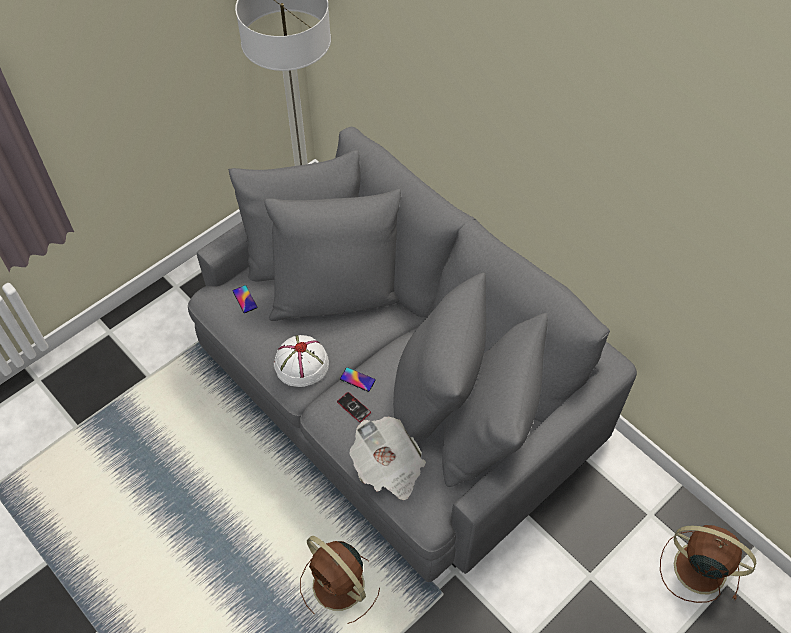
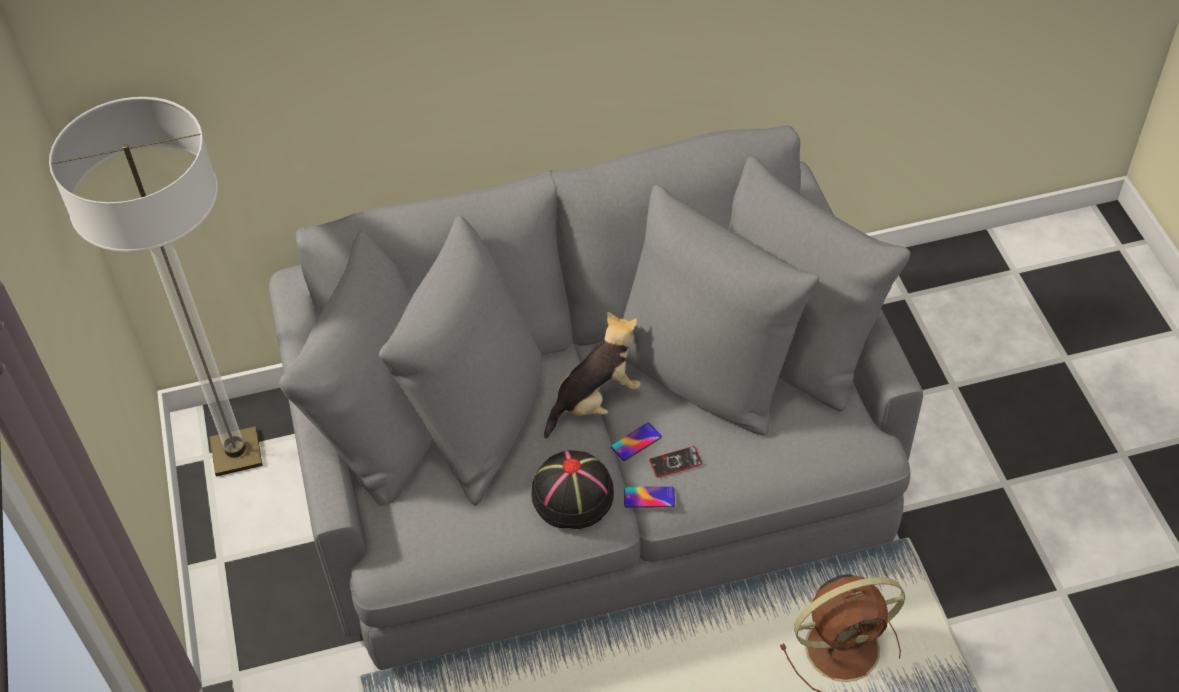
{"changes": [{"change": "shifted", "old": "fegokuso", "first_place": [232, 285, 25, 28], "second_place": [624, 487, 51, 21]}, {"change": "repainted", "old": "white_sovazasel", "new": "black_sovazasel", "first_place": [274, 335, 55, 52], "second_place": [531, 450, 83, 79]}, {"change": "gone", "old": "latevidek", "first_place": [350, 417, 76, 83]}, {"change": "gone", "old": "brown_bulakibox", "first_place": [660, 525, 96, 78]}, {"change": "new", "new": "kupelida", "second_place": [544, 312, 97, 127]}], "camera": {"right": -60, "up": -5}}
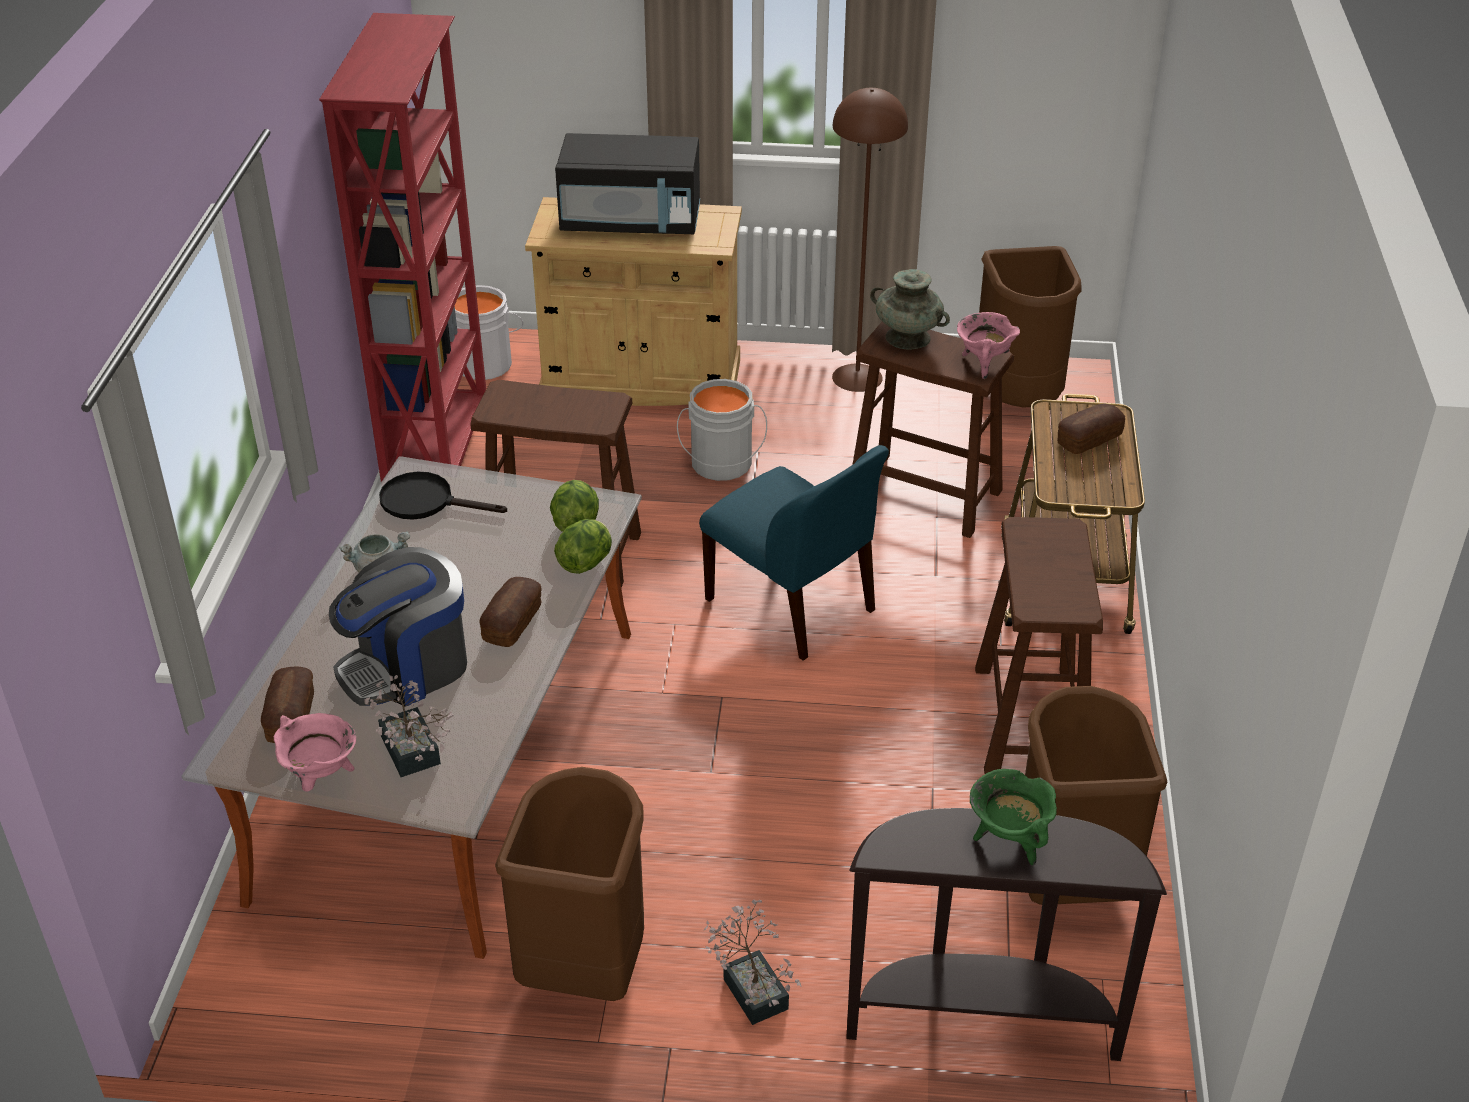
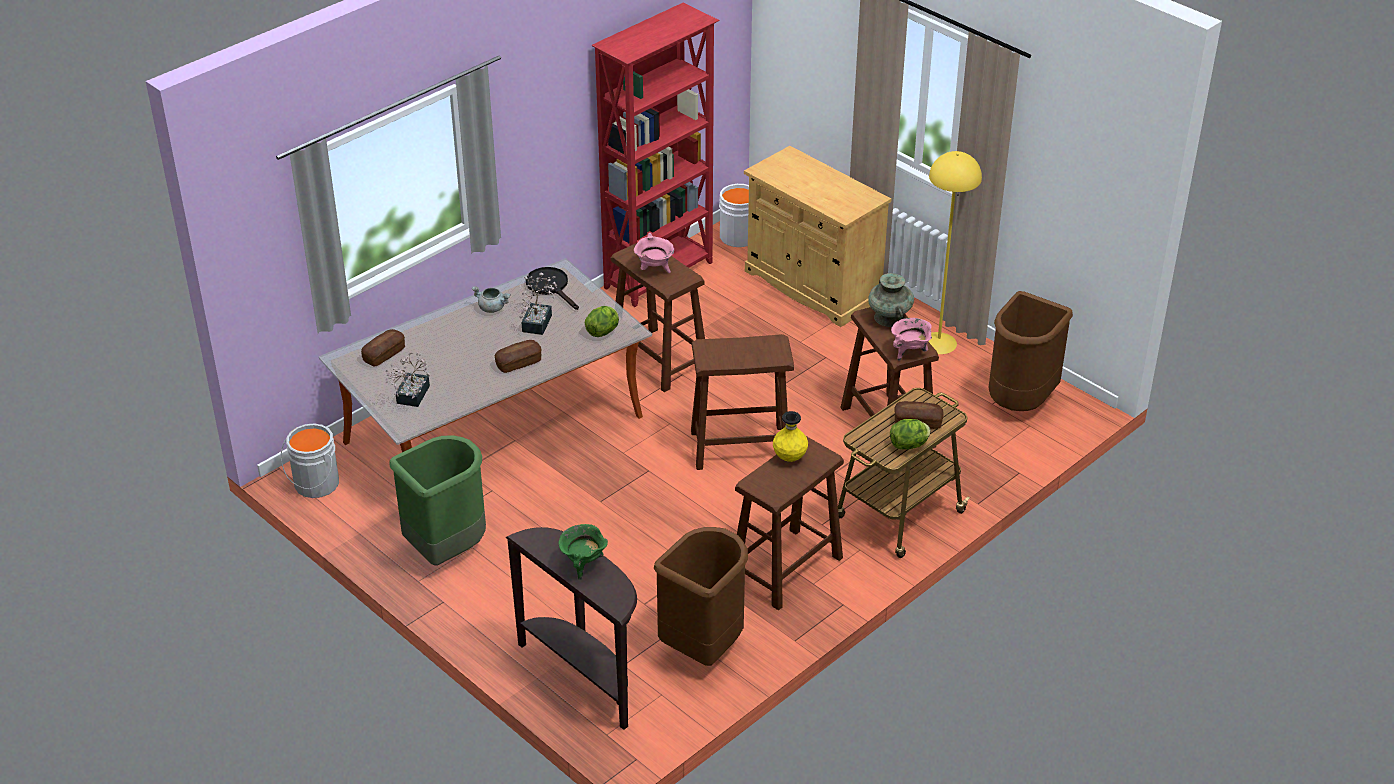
{"changes": [{"change": "repainted", "old": "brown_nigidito", "new": "yellow_nigidito", "first_place": [832, 88, 76, 304], "second_place": [928, 151, 54, 203]}, {"change": "gone", "old": "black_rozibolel", "first_place": [555, 133, 145, 101]}, {"change": "shifted", "old": "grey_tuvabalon", "first_place": [677, 379, 90, 102], "second_place": [281, 423, 58, 75]}, {"change": "swapped", "old": "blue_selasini", "new": "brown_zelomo", "first_place": [699, 445, 190, 216], "second_place": [691, 334, 103, 136]}, {"change": "shifted", "old": "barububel", "first_place": [554, 519, 58, 55], "second_place": [890, 419, 40, 31]}, {"change": "gone", "old": "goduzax", "first_place": [329, 547, 138, 159]}, {"change": "shifted", "old": "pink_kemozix", "first_place": [274, 713, 82, 78], "second_place": [634, 233, 40, 40]}, {"change": "repainted", "old": "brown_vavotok", "new": "green_vavotok", "first_place": [495, 767, 149, 234], "second_place": [389, 435, 97, 131]}, {"change": "shifted", "old": "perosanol", "first_place": [703, 900, 98, 125], "second_place": [519, 273, 39, 62]}, {"change": "new", "new": "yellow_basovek", "second_place": [773, 411, 35, 51]}], "camera": {"right": 40, "up": 0}}
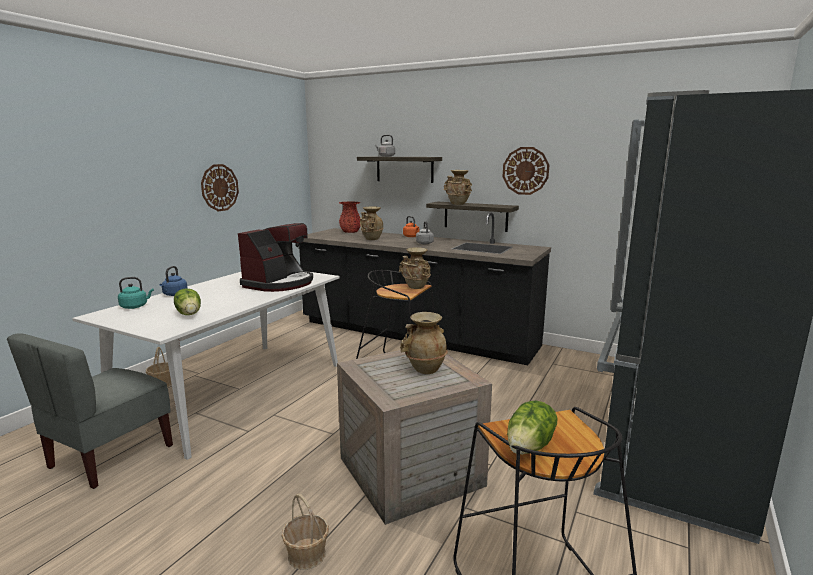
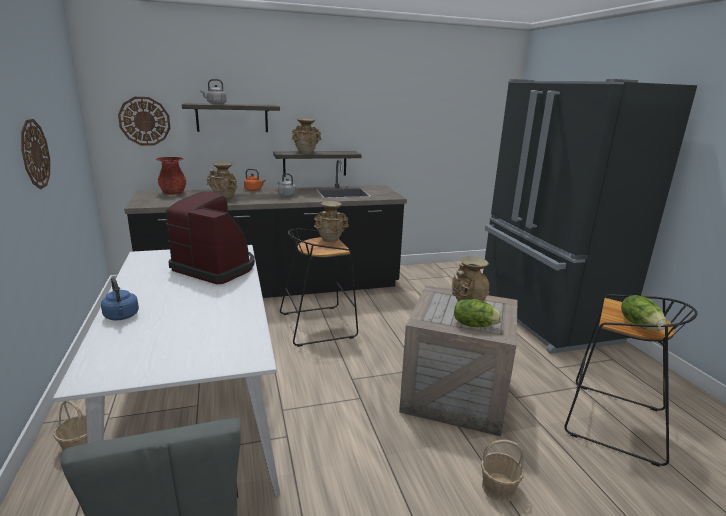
{"changes": [{"change": "shifted", "old": "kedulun", "first_place": [503, 147, 46, 48], "second_place": [118, 97, 52, 49]}, {"change": "rotated", "old": "goduzax", "first_place": [238, 223, 75, 69], "second_place": [166, 191, 89, 93], "degrees": -45}, {"change": "gone", "old": "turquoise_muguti", "first_place": [118, 277, 36, 32]}, {"change": "shifted", "old": "barububel", "first_place": [174, 288, 27, 27], "second_place": [454, 299, 48, 28]}], "camera": {"right": -45, "up": 5}}
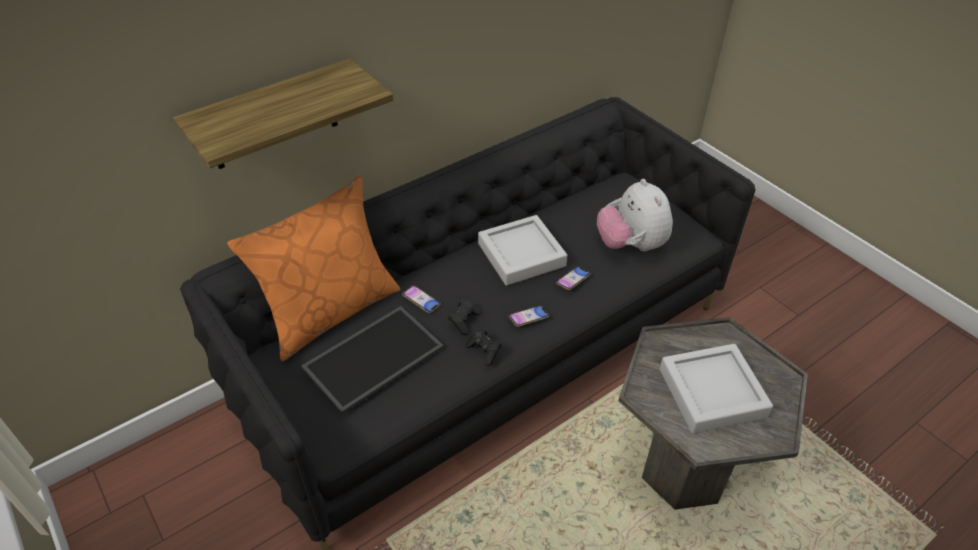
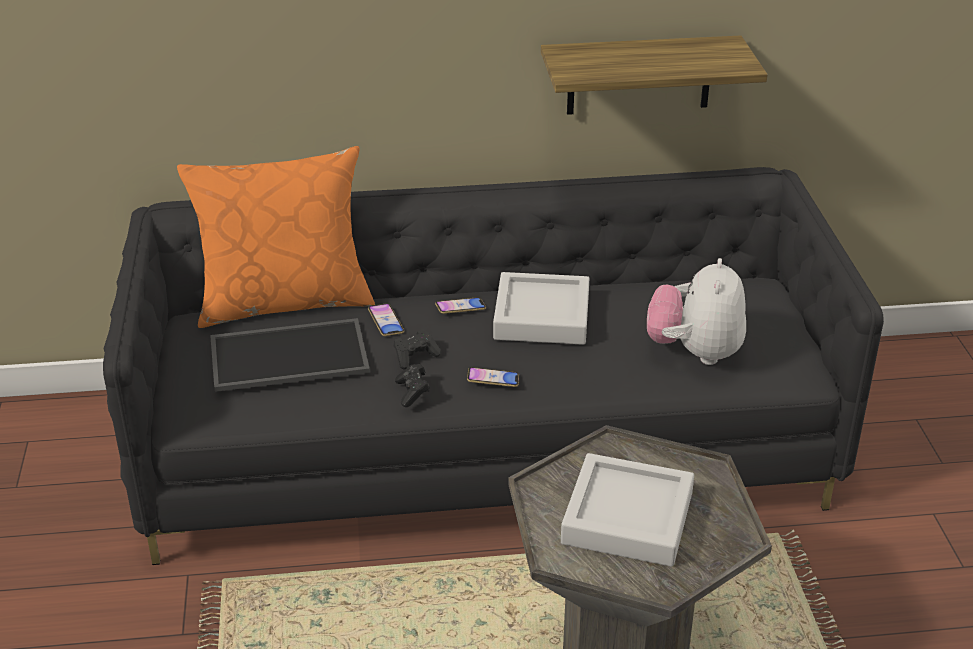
{"changes": [{"change": "shifted", "old": "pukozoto", "first_place": [173, 59, 220, 110], "second_place": [541, 36, 227, 79]}, {"change": "shifted", "old": "fegokuso", "first_place": [556, 267, 35, 23], "second_place": [435, 297, 51, 17]}], "camera": {"right": 30, "up": -10}}
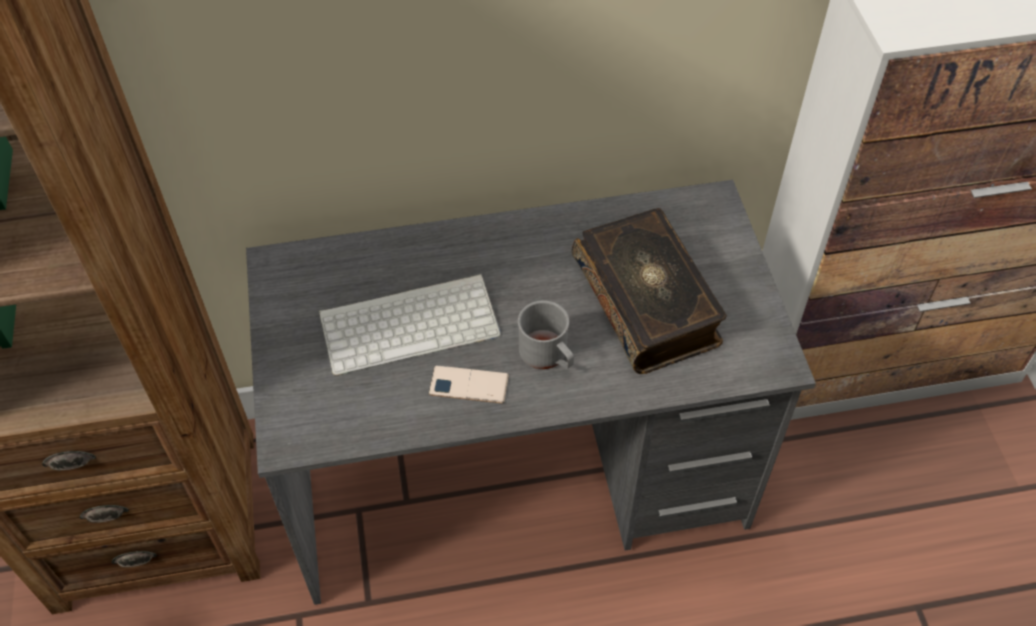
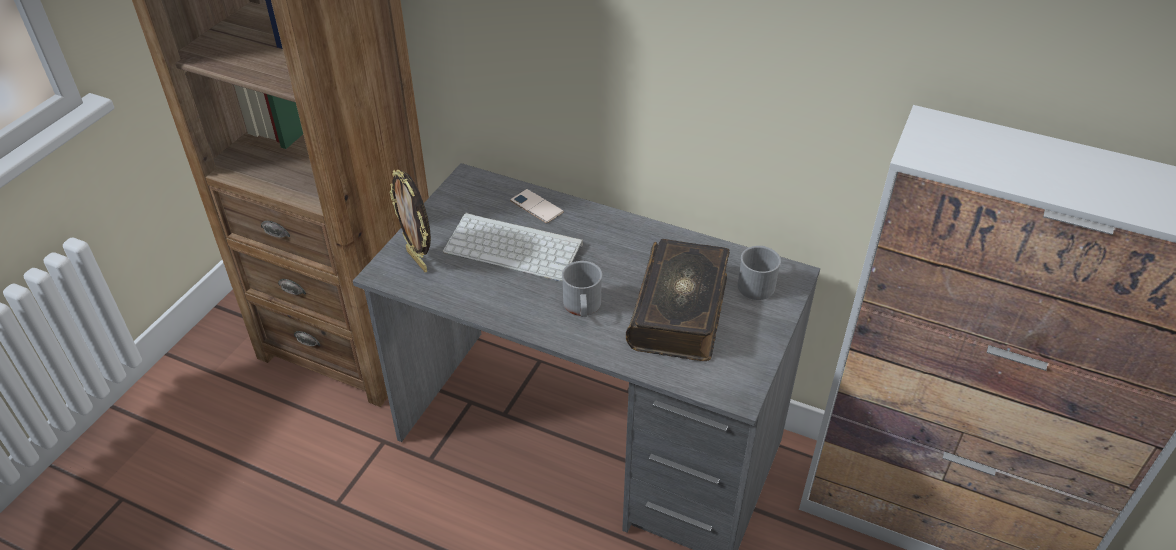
{"changes": [{"change": "shifted", "old": "fegokuso", "first_place": [429, 365, 80, 39], "second_place": [510, 189, 54, 34]}, {"change": "new", "new": "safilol", "second_place": [389, 170, 42, 102]}, {"change": "new", "new": "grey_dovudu", "second_place": [738, 246, 43, 54]}], "camera": {"right": 35, "up": -10}}
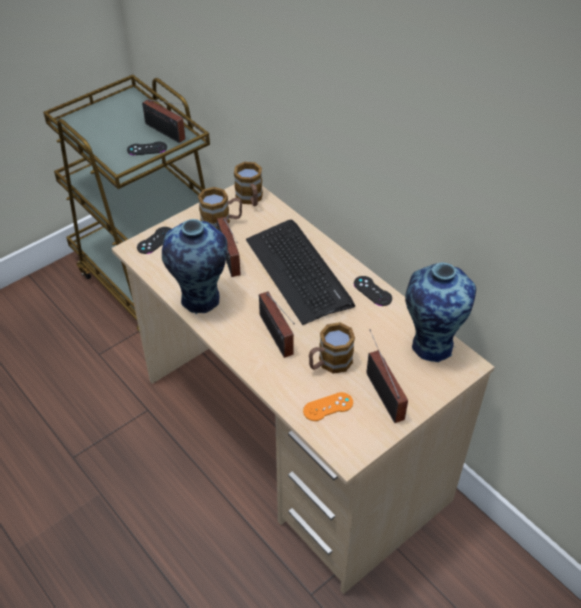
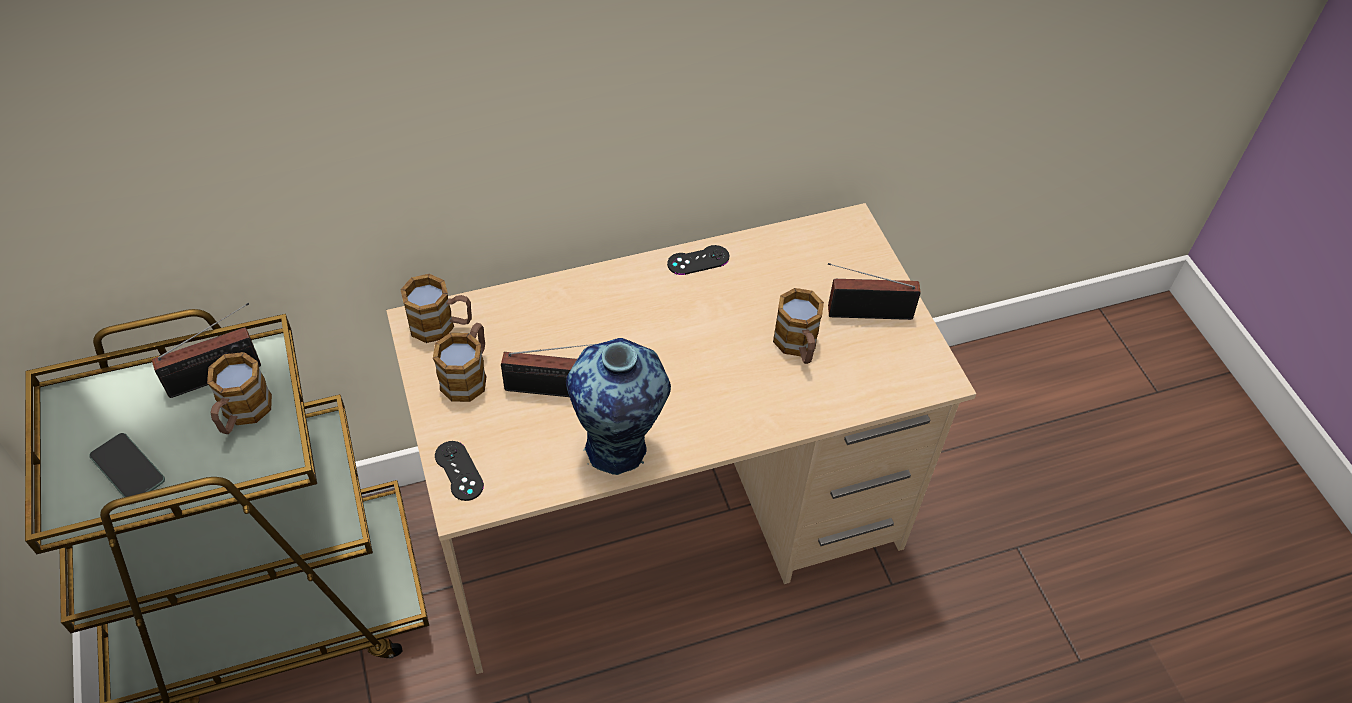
{"changes": [{"change": "swapped", "old": "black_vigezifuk", "new": "dovudu", "first_place": [127, 142, 40, 13], "second_place": [207, 352, 65, 82]}, {"change": "gone", "old": "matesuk", "first_place": [246, 220, 109, 105]}, {"change": "gone", "old": "basovek", "first_place": [405, 262, 71, 100]}, {"change": "gone", "old": "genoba", "first_place": [259, 291, 36, 67]}, {"change": "gone", "old": "orange_vigezifuk", "first_place": [303, 392, 50, 29]}, {"change": "new", "new": "fegokuso", "second_place": [89, 433, 76, 64]}], "camera": {"right": -70, "up": 5}}
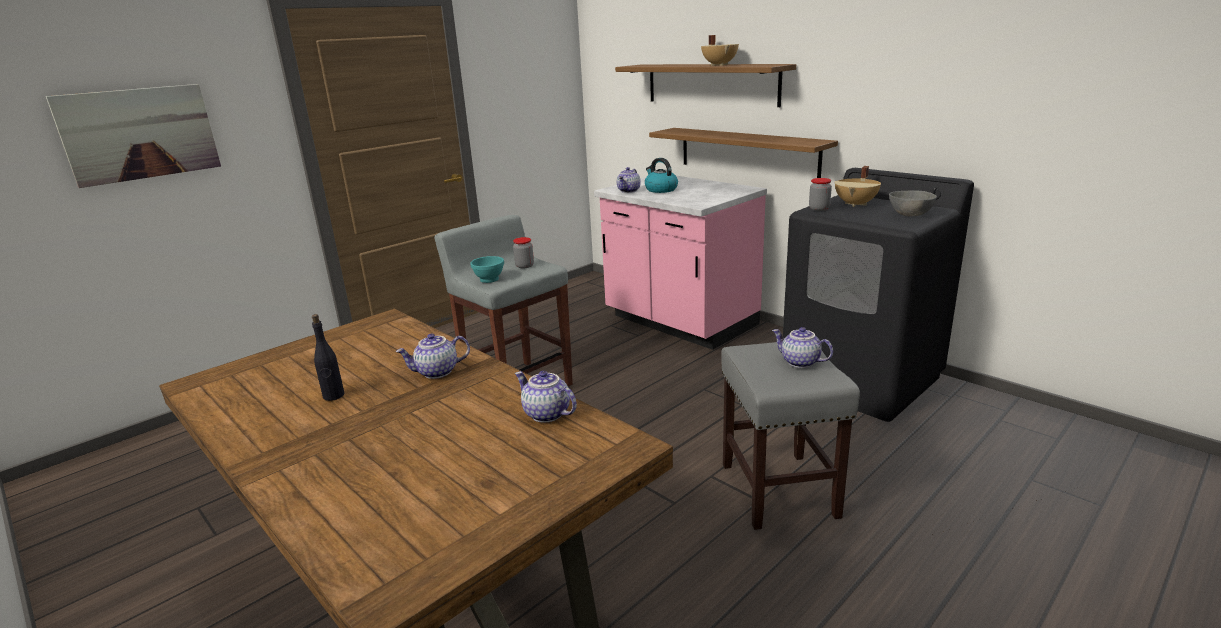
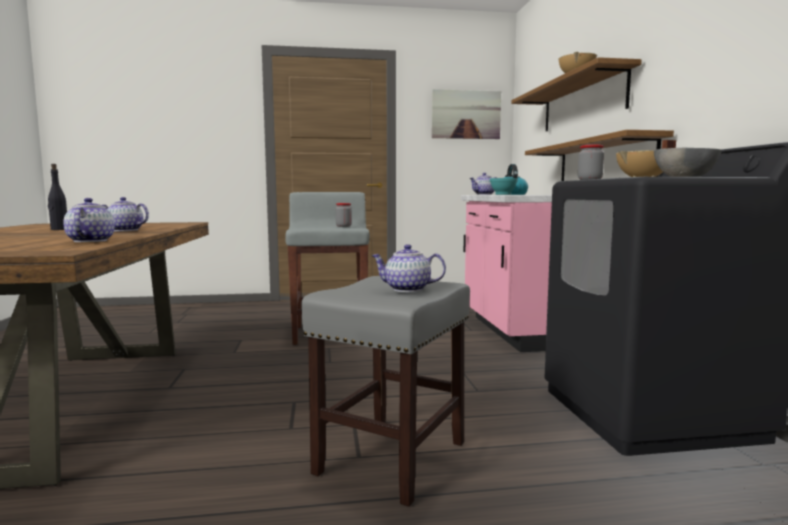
{"changes": [{"change": "shifted", "old": "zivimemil", "first_place": [46, 84, 175, 104], "second_place": [432, 89, 69, 50]}, {"change": "shifted", "old": "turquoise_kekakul", "first_place": [470, 256, 34, 27], "second_place": [490, 178, 28, 17]}, {"change": "rotated", "old": "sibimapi", "first_place": [772, 327, 61, 41], "second_place": [371, 244, 75, 48], "degrees": -60}], "camera": {"right": 35, "up": -15}}
